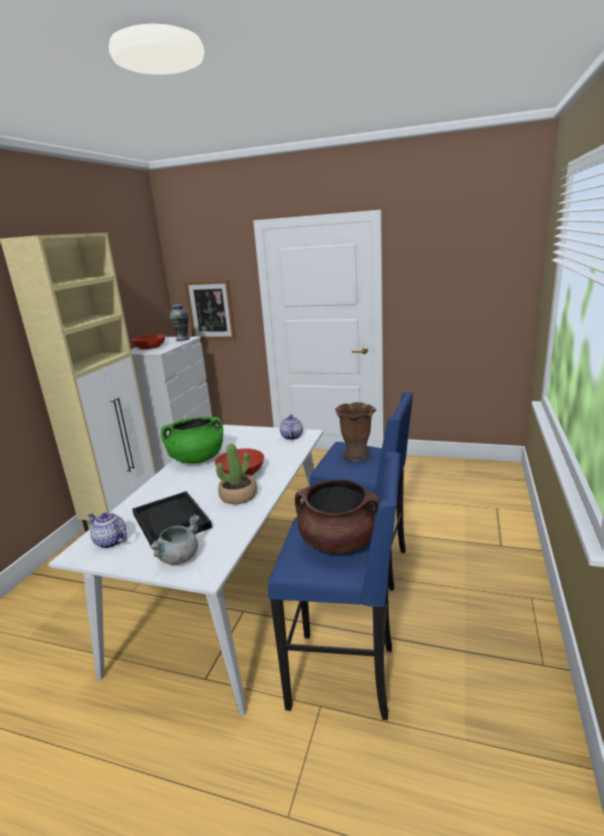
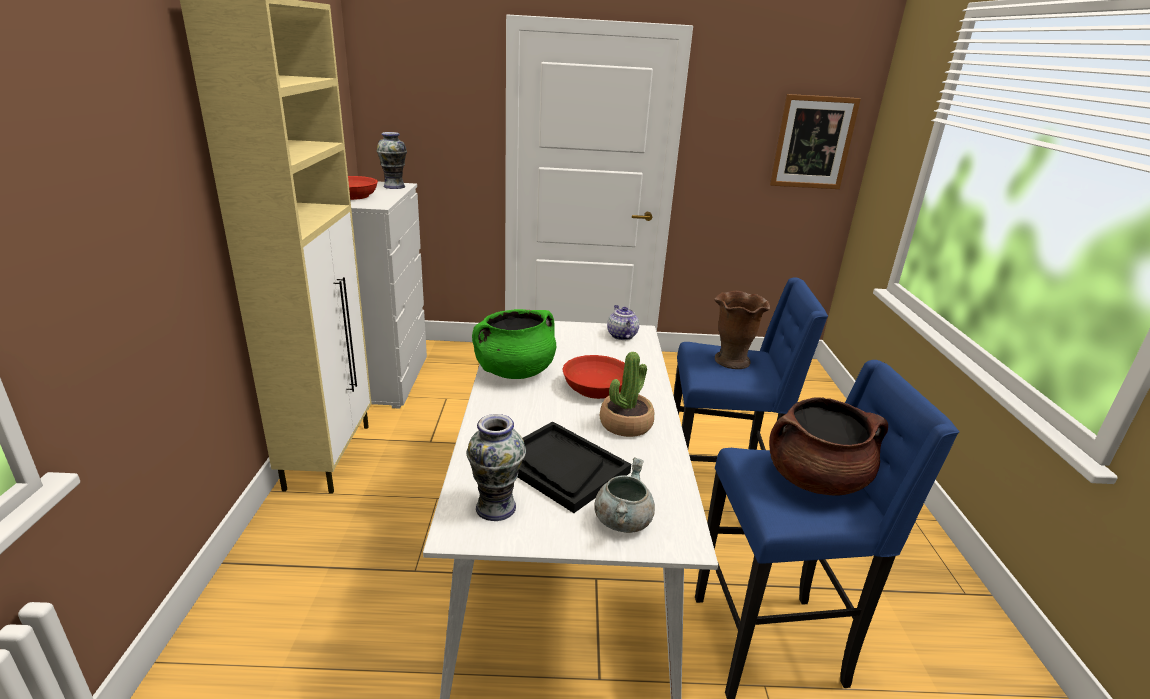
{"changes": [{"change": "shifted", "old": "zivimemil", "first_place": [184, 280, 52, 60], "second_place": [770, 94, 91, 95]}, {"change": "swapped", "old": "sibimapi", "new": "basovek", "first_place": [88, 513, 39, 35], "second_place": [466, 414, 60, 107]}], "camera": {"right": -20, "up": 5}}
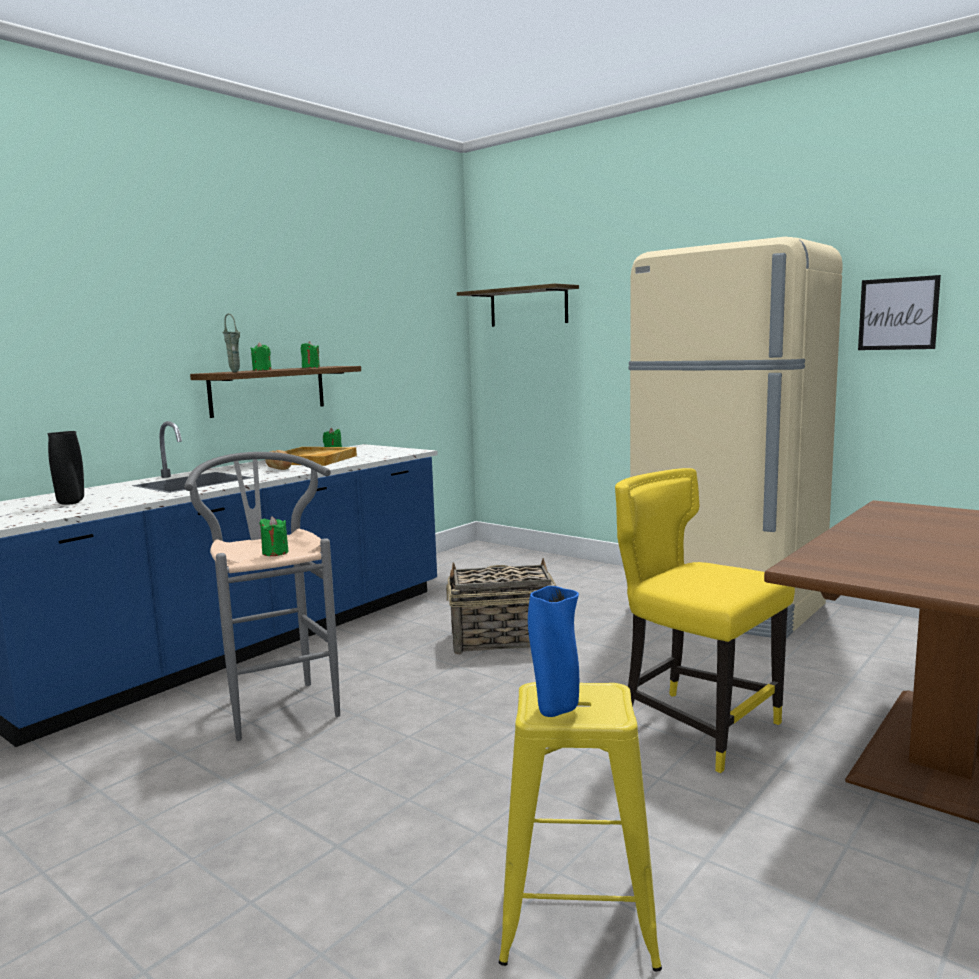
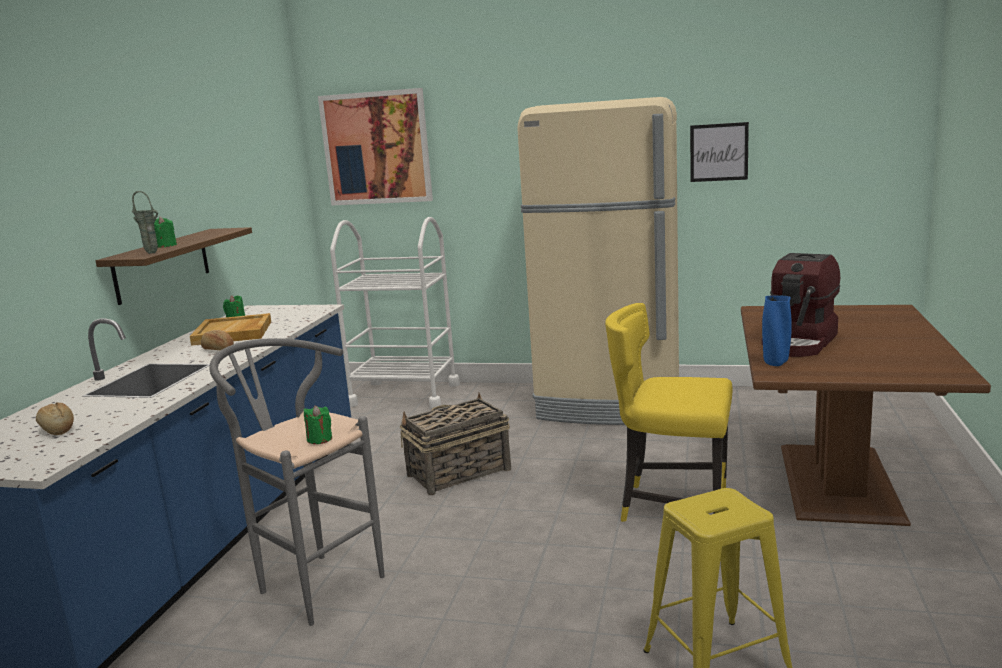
{"changes": [{"change": "swapped", "old": "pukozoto", "new": "zivimemil", "first_place": [457, 283, 122, 44], "second_place": [318, 88, 115, 118]}, {"change": "gone", "old": "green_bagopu", "first_place": [301, 341, 19, 27]}, {"change": "swapped", "old": "black_basovek", "new": "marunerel", "first_place": [47, 431, 37, 74], "second_place": [36, 402, 38, 33]}, {"change": "shifted", "old": "blue_basovek", "first_place": [528, 586, 51, 131], "second_place": [762, 296, 30, 70]}, {"change": "new", "new": "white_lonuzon", "second_place": [330, 217, 130, 192]}, {"change": "new", "new": "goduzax", "second_place": [762, 253, 78, 104]}], "camera": {"right": -25, "up": 5}}
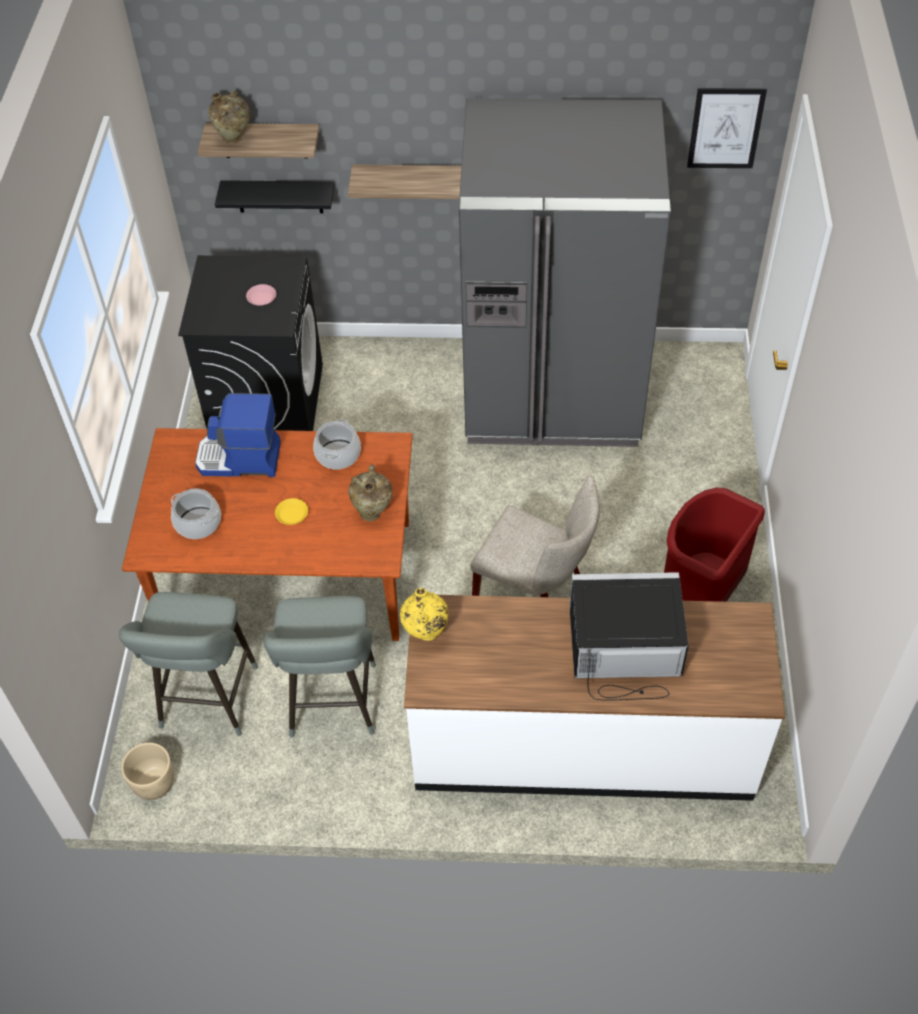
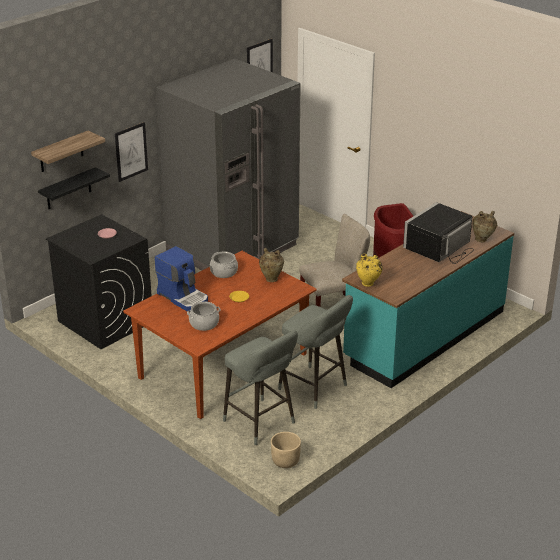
{"changes": [{"change": "shifted", "old": "beige_basovek", "first_place": [208, 91, 42, 53], "second_place": [472, 211, 25, 31]}, {"change": "swapped", "old": "pukozoto", "new": "zivimemil", "first_place": [348, 165, 114, 34], "second_place": [115, 122, 33, 60]}, {"change": "rotated", "old": "goduzax", "first_place": [195, 393, 86, 84], "second_place": [155, 246, 53, 65], "degrees": -90}, {"change": "repainted", "old": "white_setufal", "new": "turquoise_setufal", "first_place": [404, 595, 381, 206], "second_place": [342, 211, 172, 177]}], "camera": {"right": -50, "up": -20}}
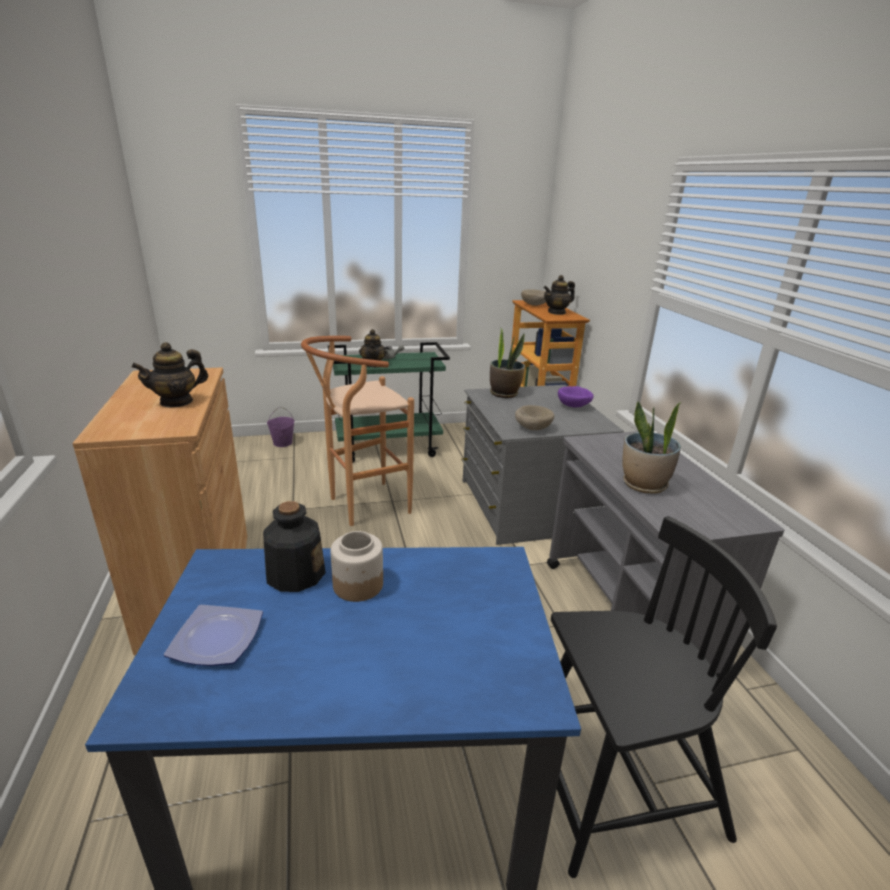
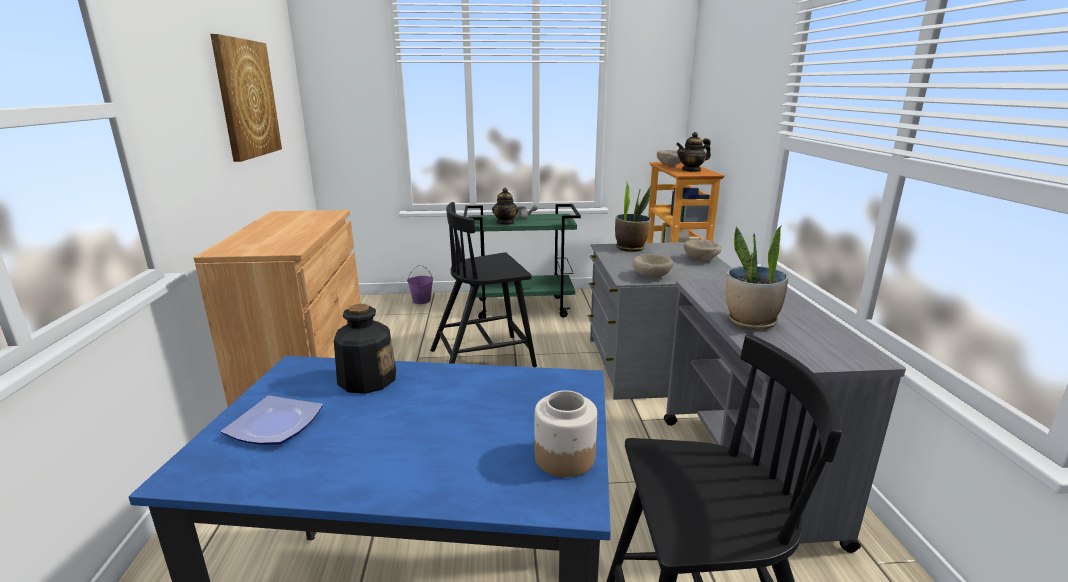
{"changes": [{"change": "swapped", "old": "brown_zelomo", "new": "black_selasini", "first_place": [301, 336, 113, 190], "second_place": [430, 202, 107, 165]}, {"change": "gone", "old": "sibimapi", "first_place": [131, 342, 77, 66]}, {"change": "repainted", "old": "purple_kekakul", "new": "beige_kekakul", "first_place": [558, 386, 36, 21], "second_place": [684, 240, 38, 21]}, {"change": "shifted", "old": "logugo", "first_place": [331, 531, 52, 71], "second_place": [535, 390, 62, 87]}, {"change": "new", "new": "zivimemil", "second_place": [210, 34, 72, 128]}], "camera": {"right": 10, "up": -5}}
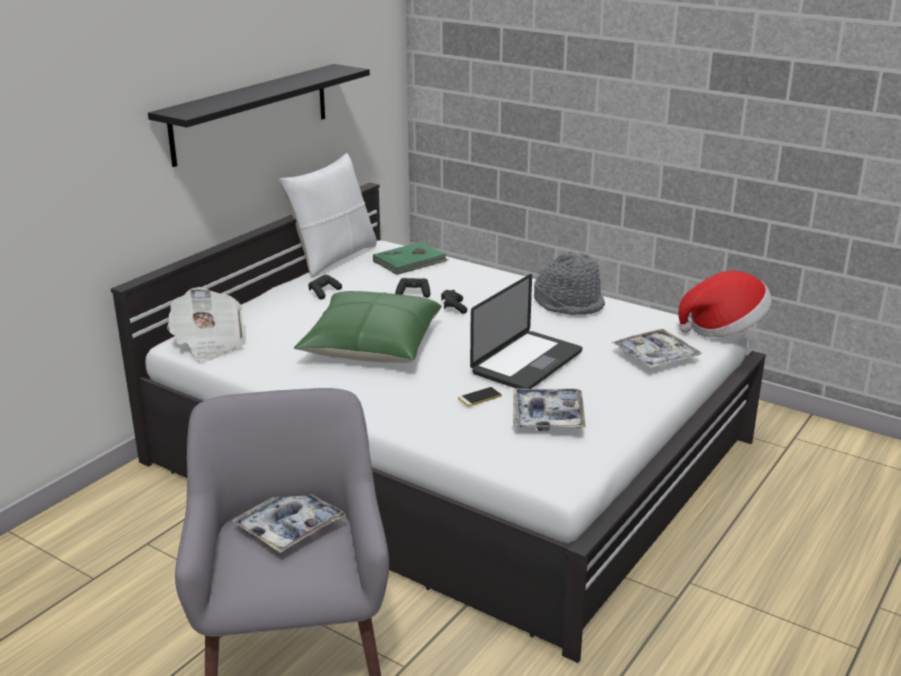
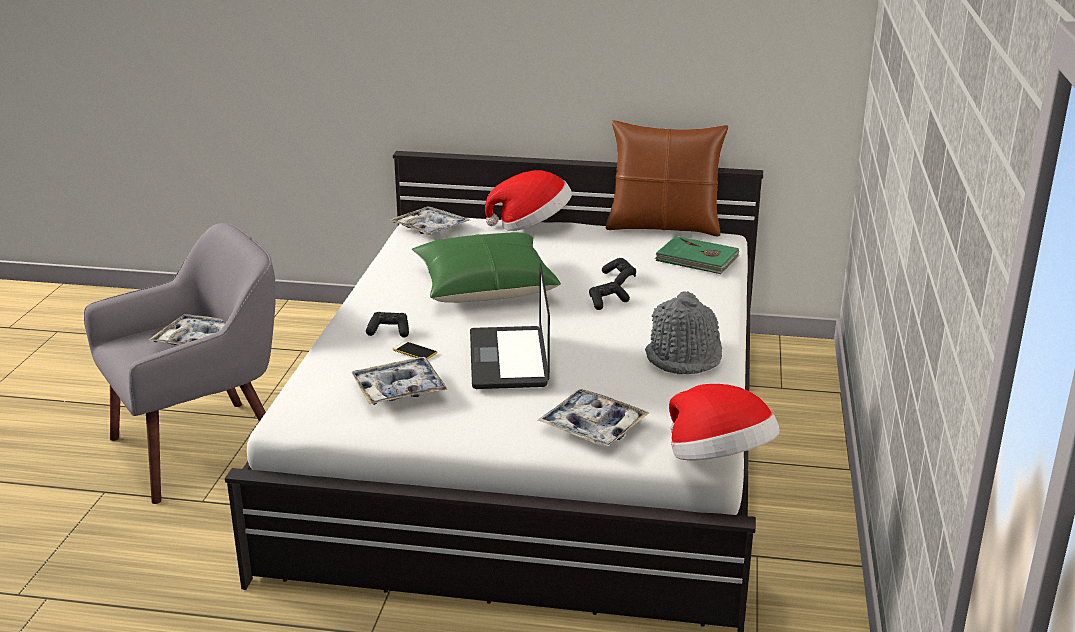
{"changes": [{"change": "gone", "old": "black_pukozoto", "first_place": [148, 64, 222, 103]}, {"change": "repainted", "old": "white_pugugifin", "new": "brown_pugugifin", "first_place": [279, 153, 98, 124], "second_place": [606, 120, 122, 117]}, {"change": "rotated", "old": "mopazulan", "first_place": [470, 274, 112, 115], "second_place": [470, 263, 80, 126], "degrees": 75}, {"change": "shifted", "old": "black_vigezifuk", "first_place": [308, 275, 34, 25], "second_place": [366, 312, 43, 25]}, {"change": "swapped", "old": "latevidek", "new": "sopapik", "first_place": [167, 287, 77, 75], "second_place": [390, 206, 80, 30]}, {"change": "new", "new": "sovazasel", "second_place": [485, 170, 87, 61]}], "camera": {"right": 65, "up": 0}}
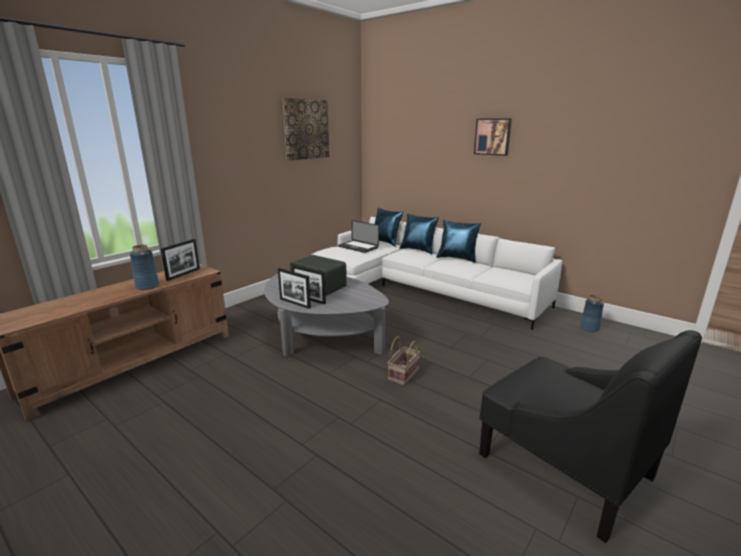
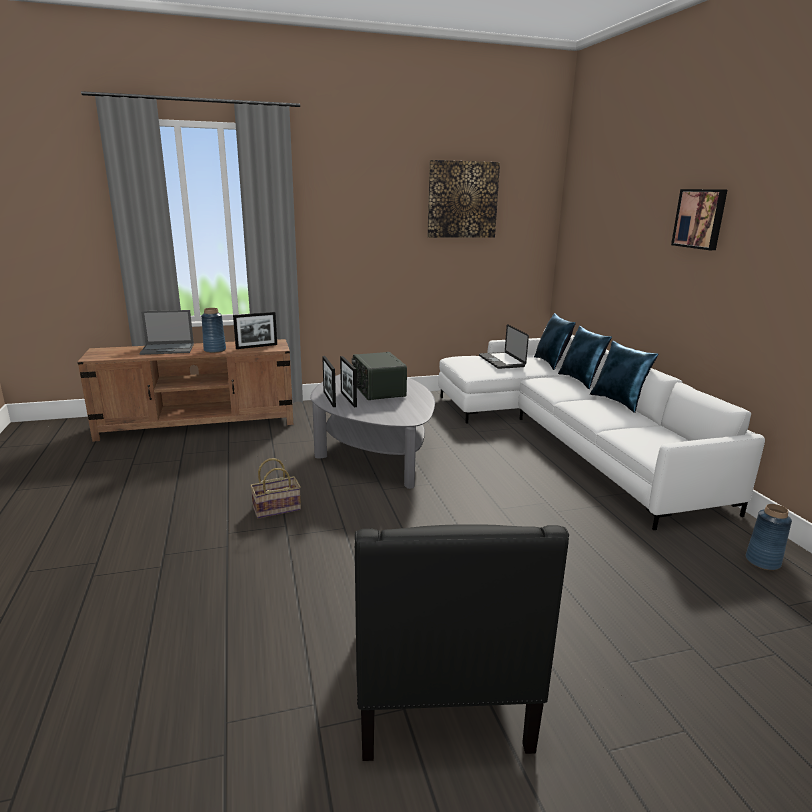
{"changes": [{"change": "shifted", "old": "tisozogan", "first_place": [387, 336, 33, 50], "second_place": [250, 458, 51, 61]}, {"change": "new", "new": "mopazulan", "second_place": [139, 310, 55, 45]}], "camera": {"right": 35, "up": 0}}
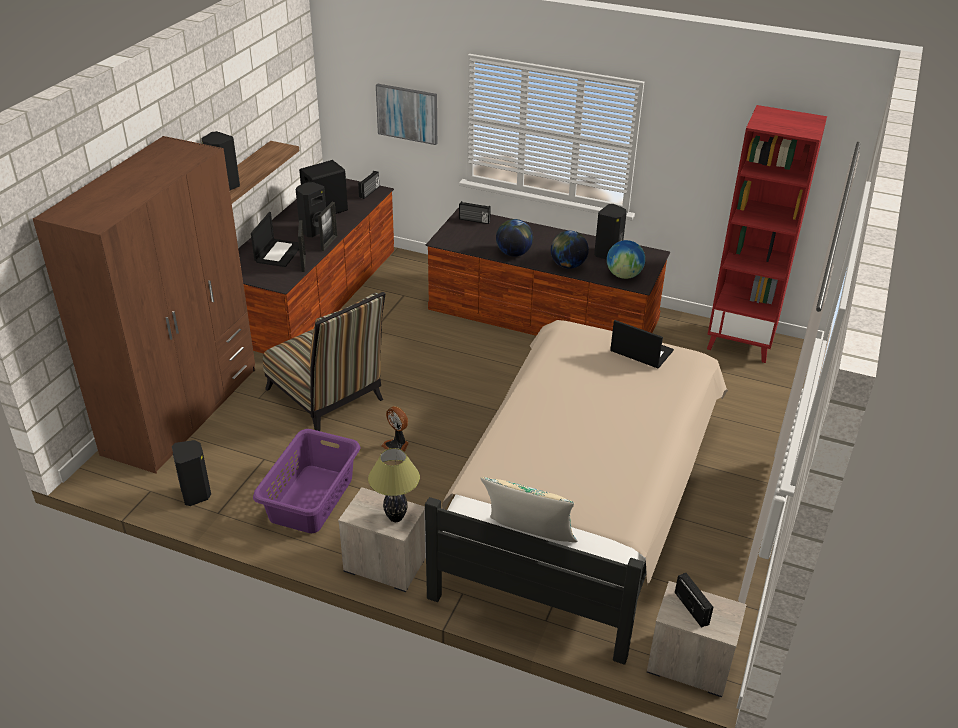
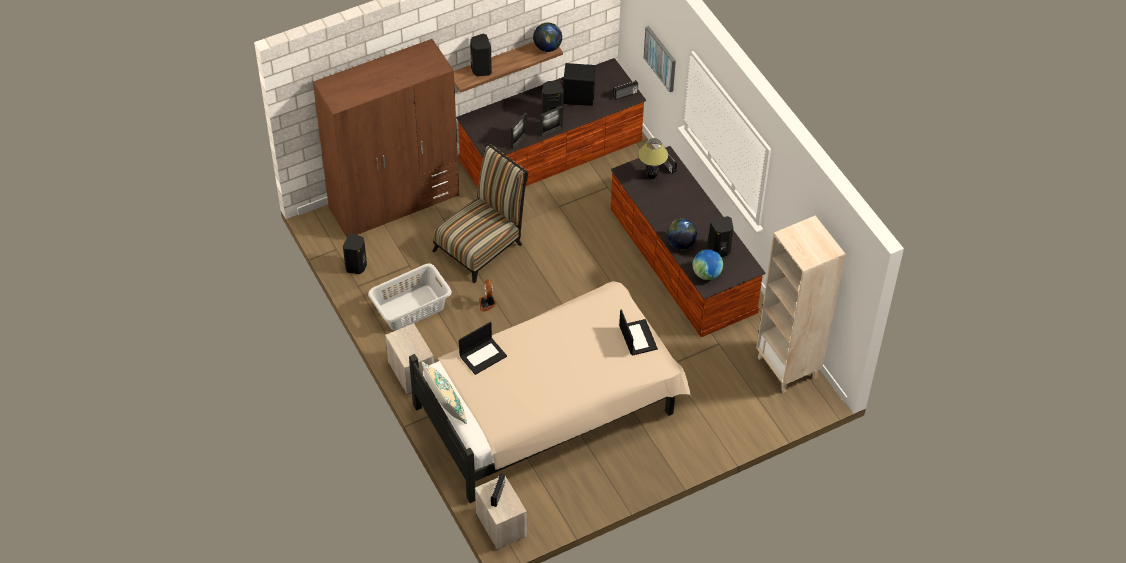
{"changes": [{"change": "repainted", "old": "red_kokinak", "new": "beige_kokinak", "first_place": [707, 105, 120, 258], "second_place": [756, 216, 89, 177]}, {"change": "shifted", "old": "mopazulan", "first_place": [251, 212, 48, 55], "second_place": [459, 322, 48, 53]}, {"change": "shifted", "old": "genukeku", "first_place": [496, 219, 37, 38], "second_place": [533, 23, 29, 29]}, {"change": "rotated", "old": "selasini", "first_place": [263, 292, 123, 139], "second_place": [433, 142, 96, 141], "degrees": -135}, {"change": "repainted", "old": "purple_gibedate", "new": "grey_gibedate", "first_place": [253, 429, 107, 104], "second_place": [368, 264, 84, 67]}, {"change": "shifted", "old": "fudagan", "first_place": [368, 448, 52, 74], "second_place": [638, 138, 30, 41]}], "camera": {"right": 40, "up": 15}}
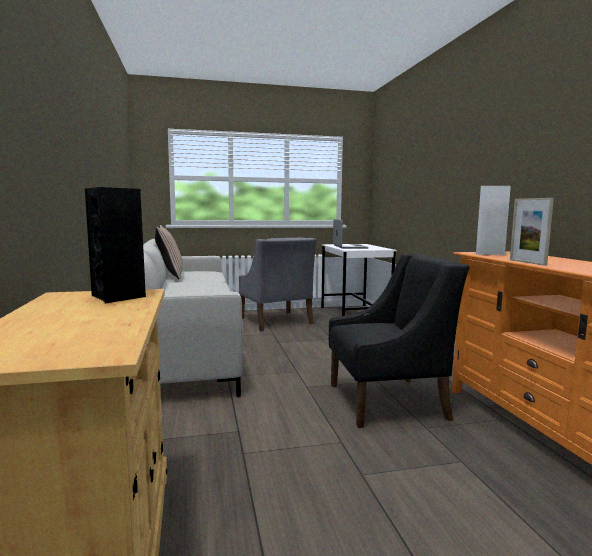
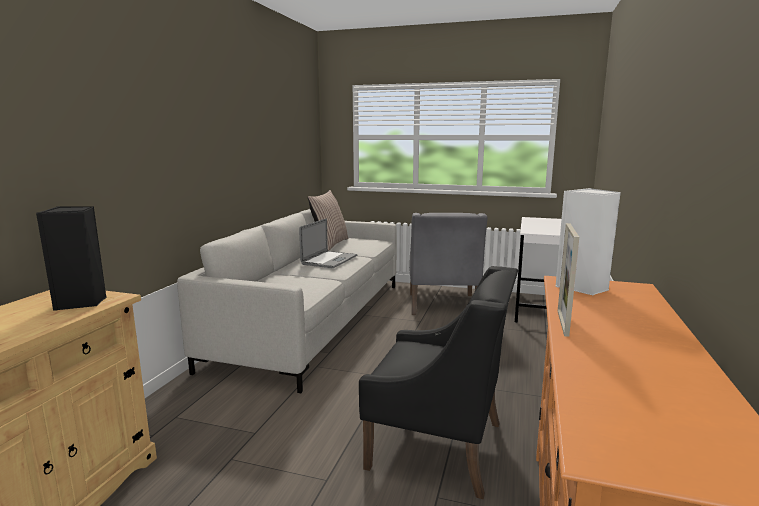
{"changes": [{"change": "shifted", "old": "mopazulan", "first_place": [333, 219, 35, 30], "second_place": [299, 218, 59, 50]}], "camera": {"right": 30, "up": 5}}
